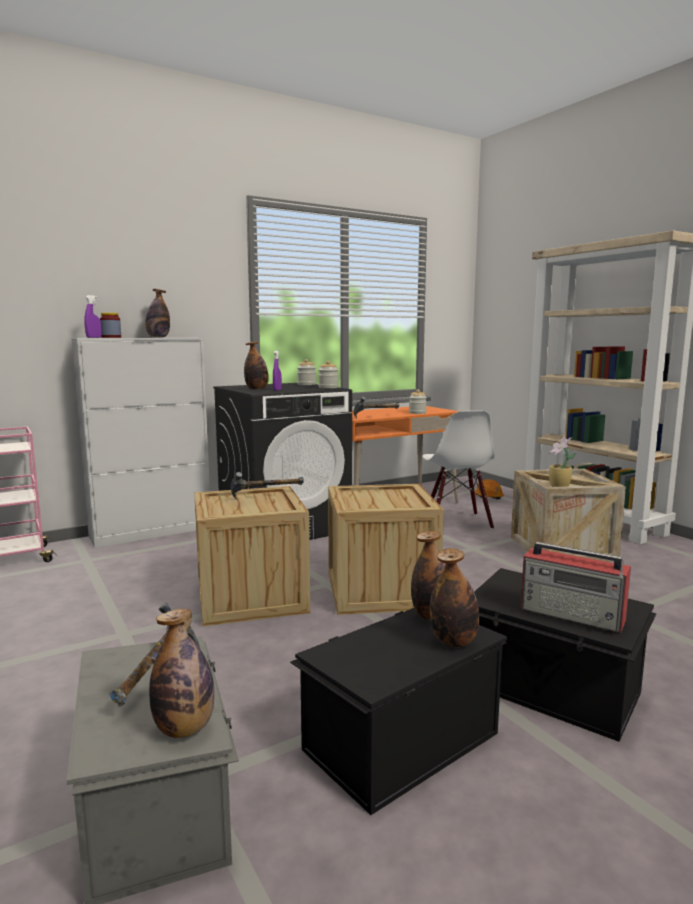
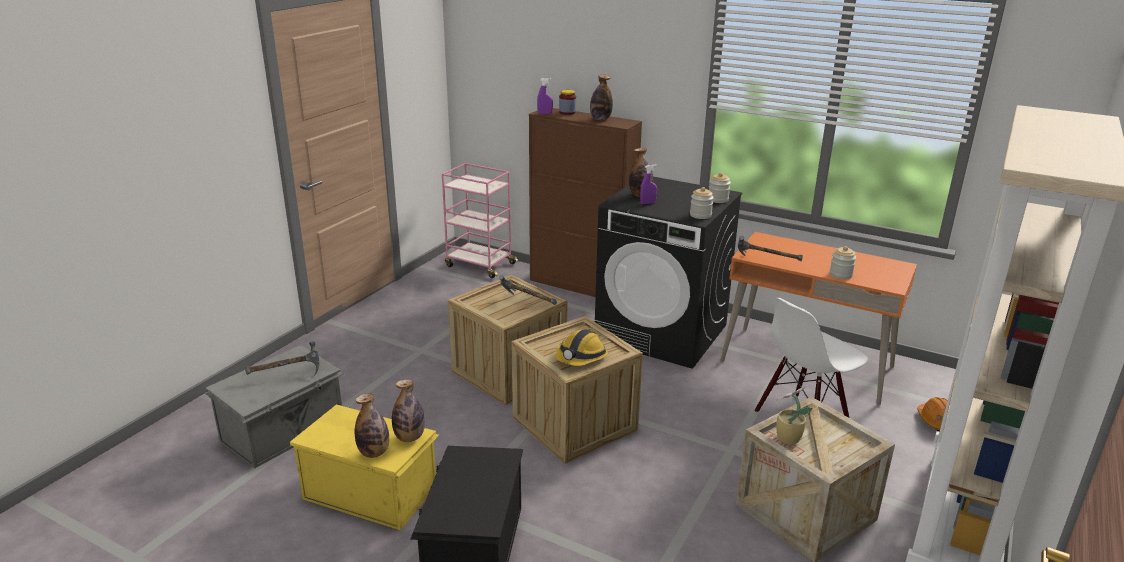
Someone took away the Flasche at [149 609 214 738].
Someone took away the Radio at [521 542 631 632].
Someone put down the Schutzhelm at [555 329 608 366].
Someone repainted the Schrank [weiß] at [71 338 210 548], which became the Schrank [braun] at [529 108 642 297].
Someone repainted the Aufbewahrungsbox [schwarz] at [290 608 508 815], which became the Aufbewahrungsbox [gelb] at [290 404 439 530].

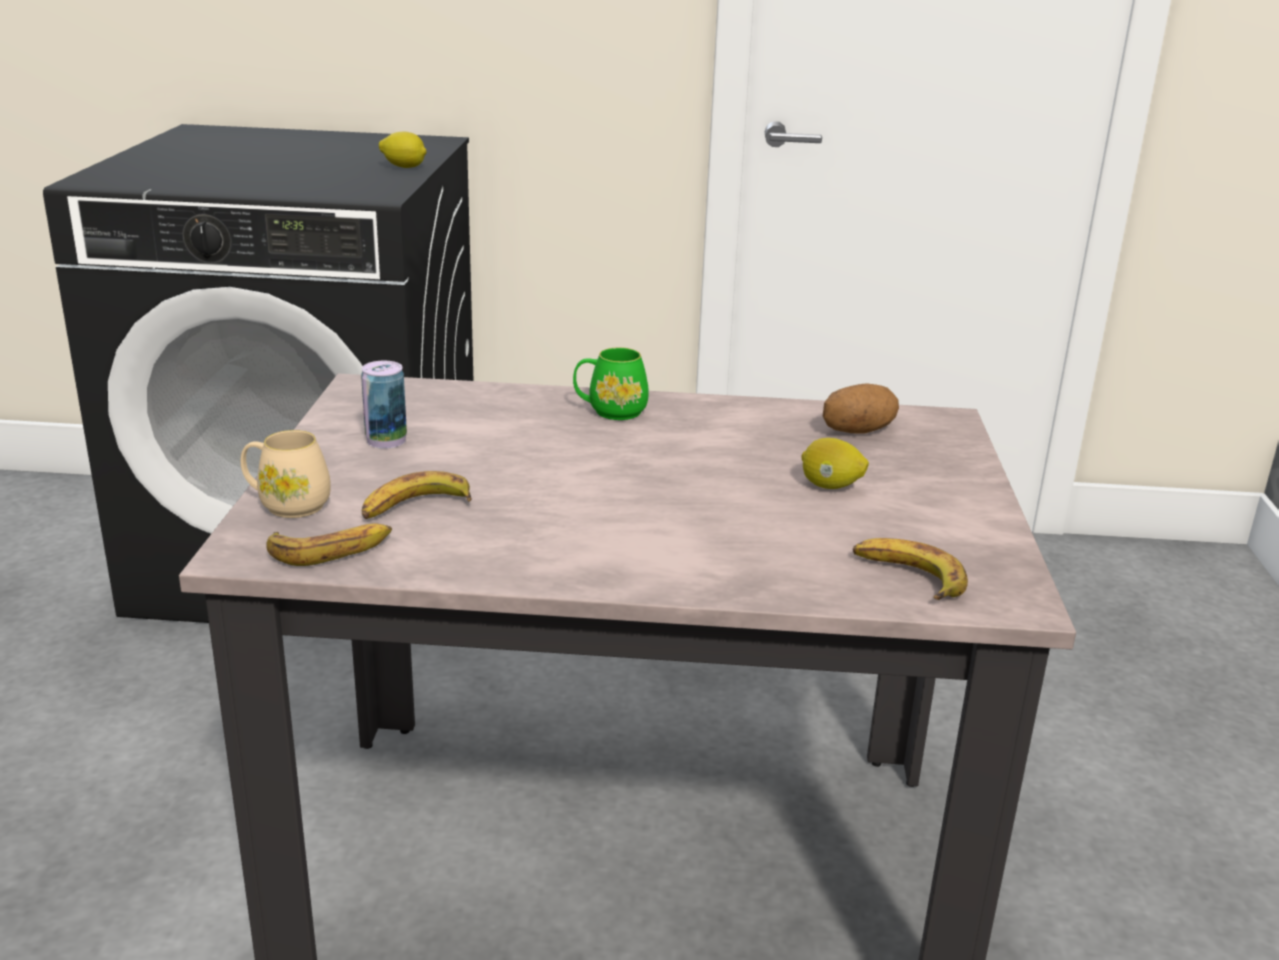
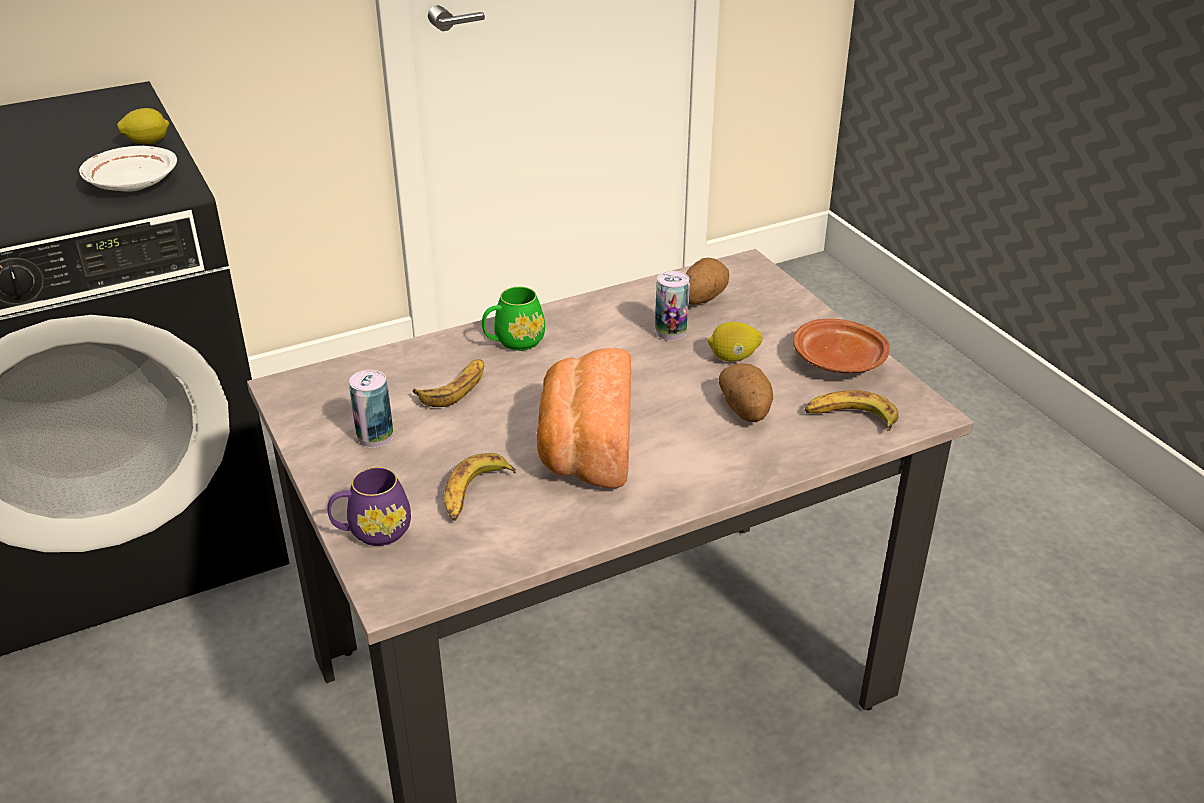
Someone put down the Teller [weiß] at [79 146 177 192].
Someone put down the Brot at [537 348 631 488].
Someone put down the Dose at [655 271 690 341].
Someone put down the Kartoffel at [719 363 773 422].
Someone put down the Teller [braun] at [793 319 890 373].
Someone carried the Banane from [266 523 392 566] to [413 359 484 407].
Someone repainted the Henkelbecher [beige] at [241 430 331 518], which became the Henkelbecher [lila] at [328 467 411 546].

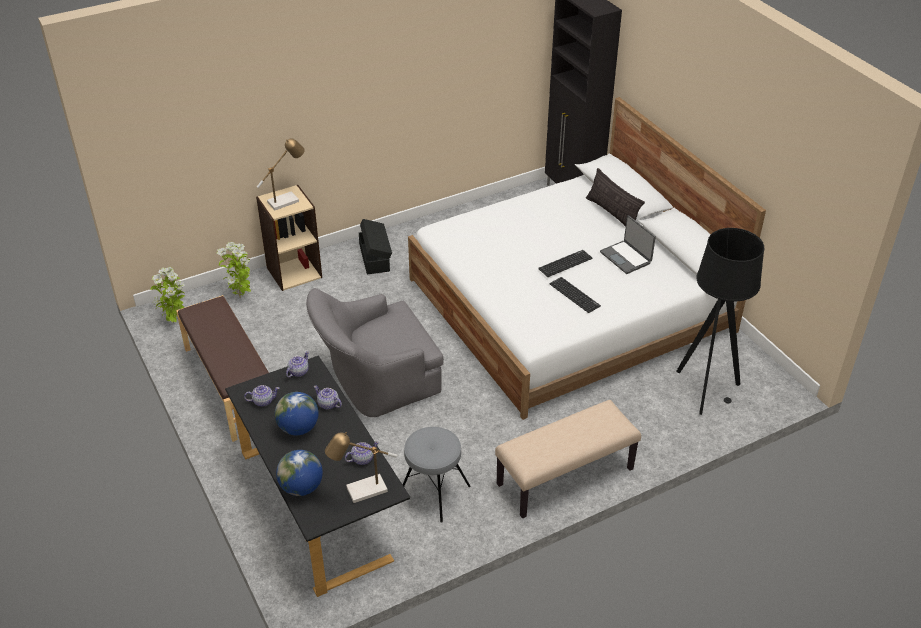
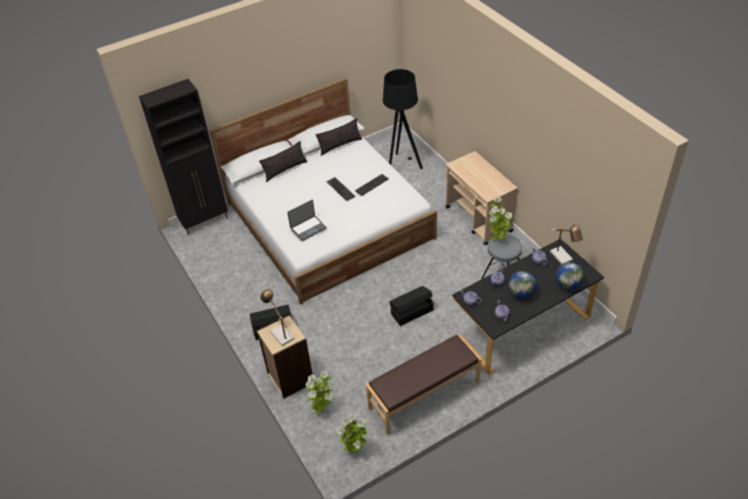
Someone put down the Kissen at [315 118 362 156].
Someone put down the Topfpflanze at [488 196 513 240].
Someone carried the Laptop from [600 215 656 274] to [287 200 327 241].
Someone swapped the Sessel [grau] at [306 288 444 417] for the Aufbewahrungsbox [schwarz] at [389 286 434 326].
Someone swapped the Bank [beige] at [495 400 641 518] for the Rollwagen [beige] at [445 151 518 245].

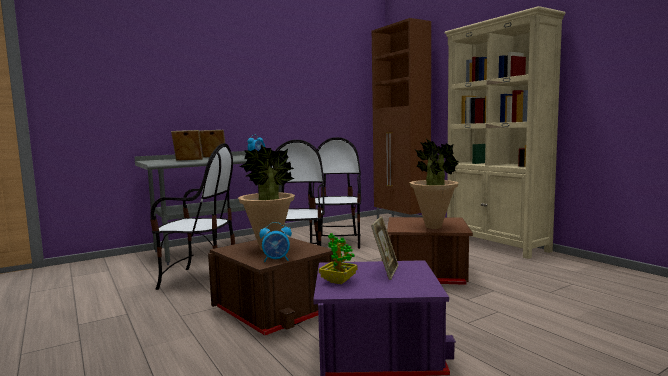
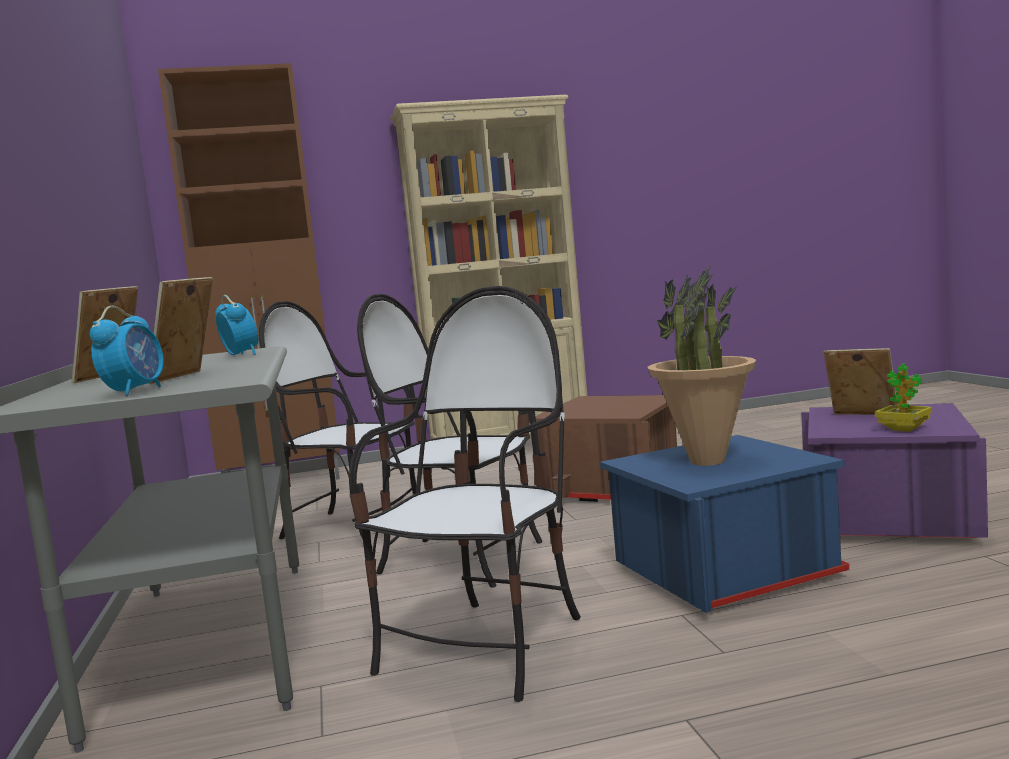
Someone took away the Topfpflanze at [410 139 459 229].
Someone carried the Wecker from [259 222 292 263] to [90 306 164 396].
Someone repainted the Aufbewahrungsbox [braun] at [208 237 335 336], which became the Aufbewahrungsbox [blau] at [600 435 850 613].

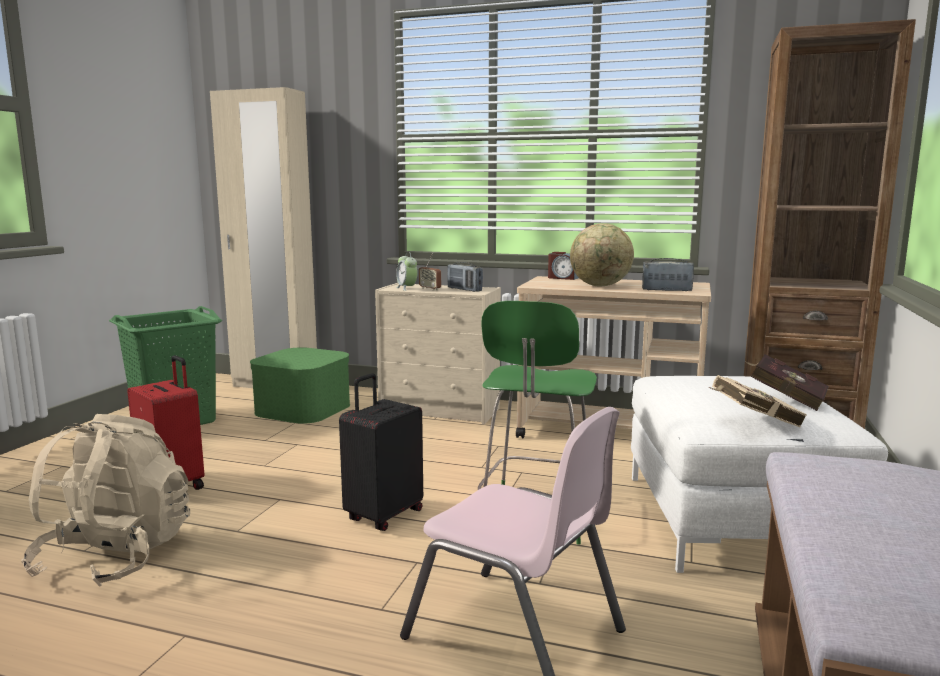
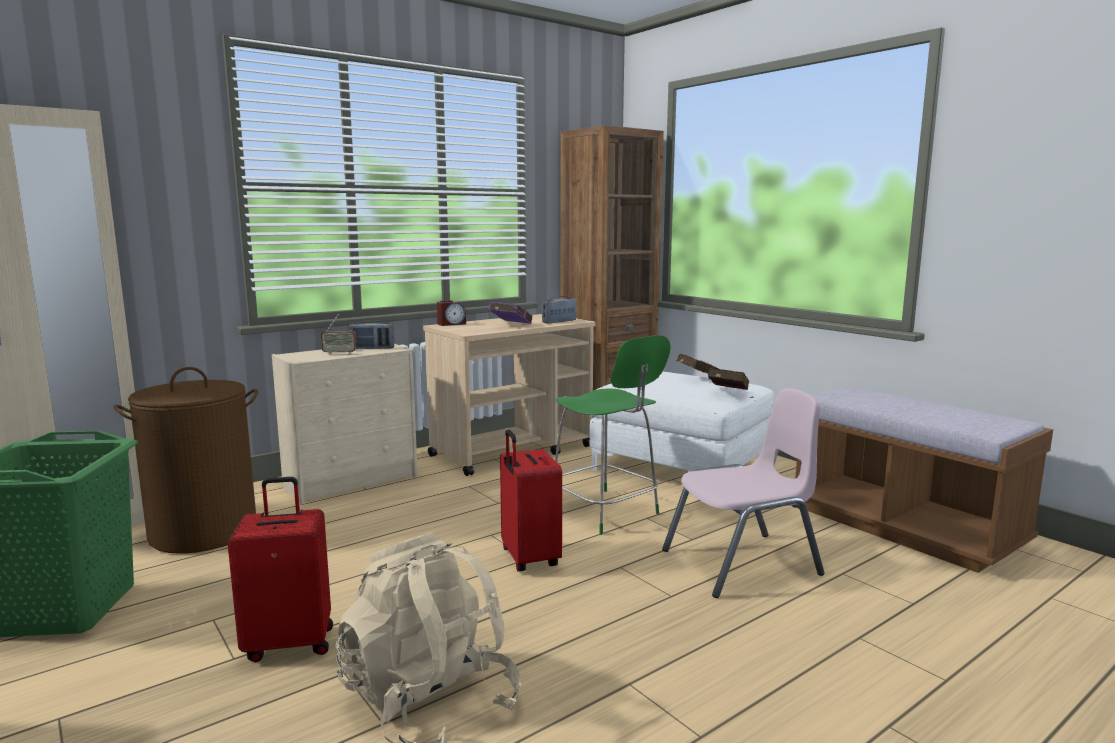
Someone took away the Wecker at [396 252 418 291].
Someone swapped the Aufbewahrungsbox [grün] at [250 347 350 424] for the Wäschekorb [braun] at [114 367 258 554].
Someone swapped the Globus at [570 223 634 286] for the Buch [lila] at [489 302 533 324].
Someone repainted the Koffer [schwarz] at [339 373 423 531], which became the Koffer [rot] at [500 429 562 572].
Someone repainted the Buch [beige] at [710 375 807 427], which became the Buch [rot] at [708 368 749 390].

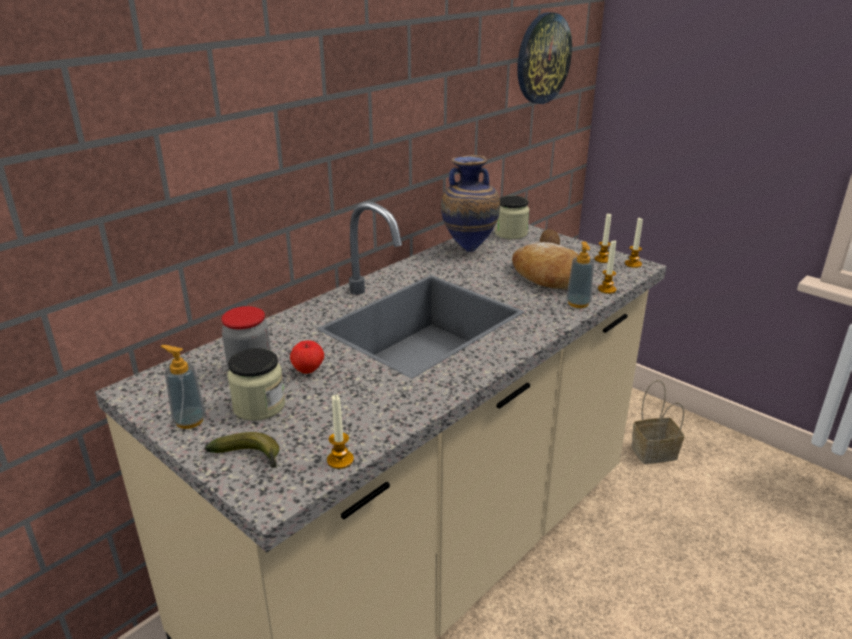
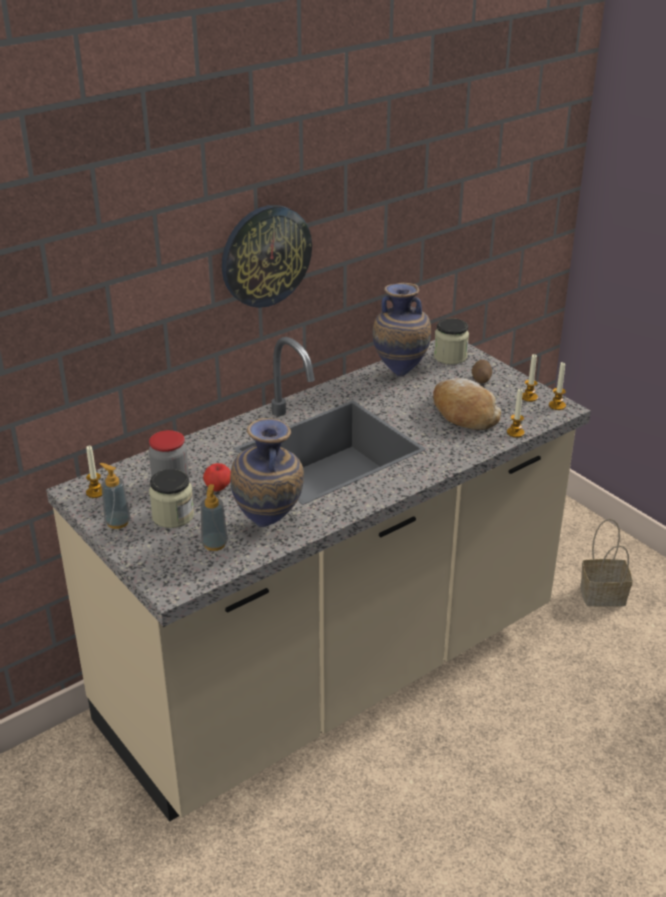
Someone took away the Banane at [205 432 279 468].
Someone put down the Vase at [230 418 304 527].
Someone carried the Kerze from [327 394 354 469] to [86 446 102 498].
Someone carried the Wanduhr from [517 12 572 104] to [222 205 312 308].
Someone carried the Seifenspender from [566 241 594 308] to [201 484 228 551].

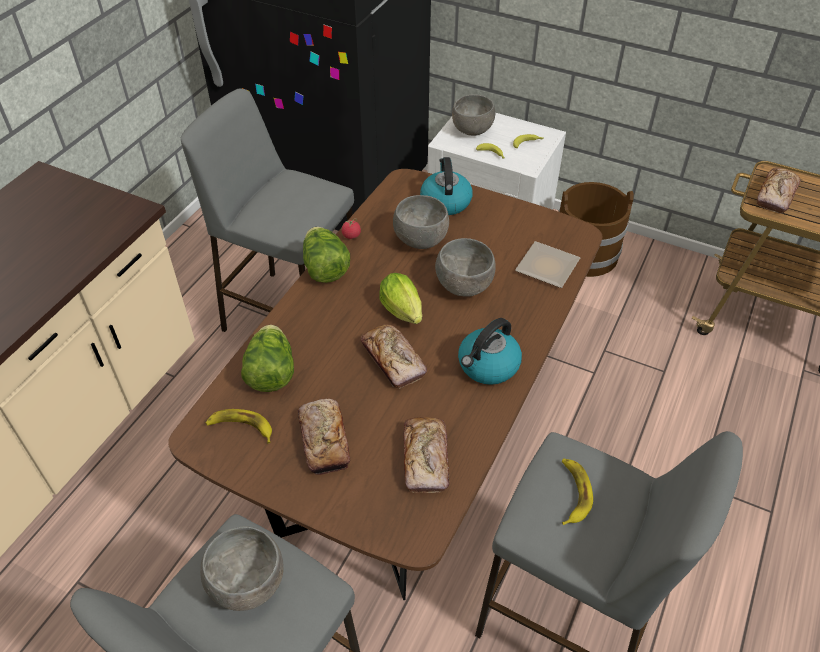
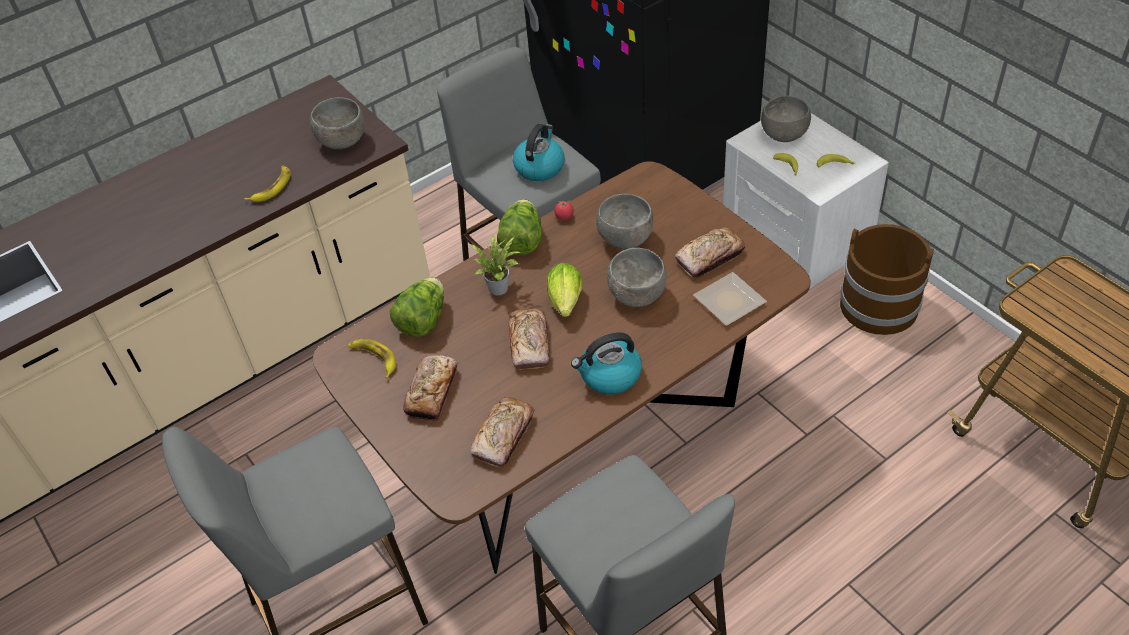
Someone put down the Topfpflanze at [470 234 520 295].
Someone carried the Schüssel [grau] from [200 526 284 611] to [310 97 365 149].
Someone carried the Wasserkessel from [420 157 473 215] to [513 124 564 181].
Someone carried the Banane from [562 459 593 525] to [244 166 291 202].
Someone carried the Brot from [757 168 801 213] to [675 227 745 278].

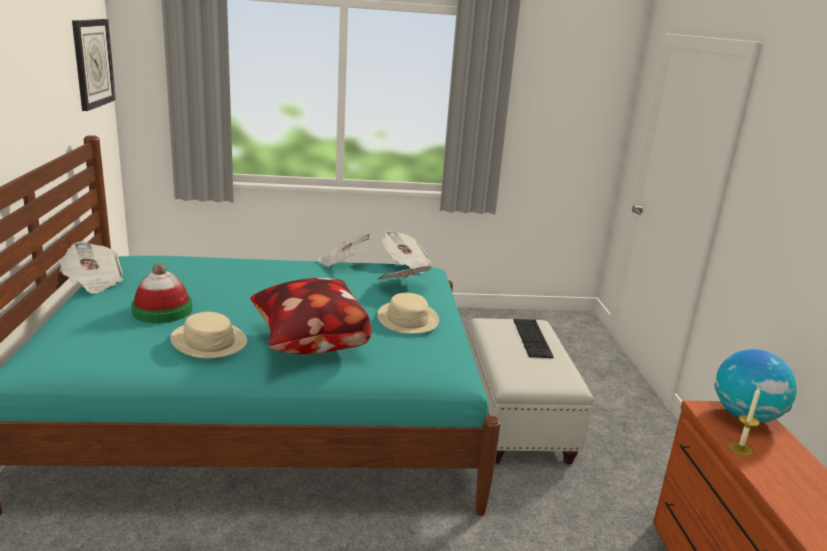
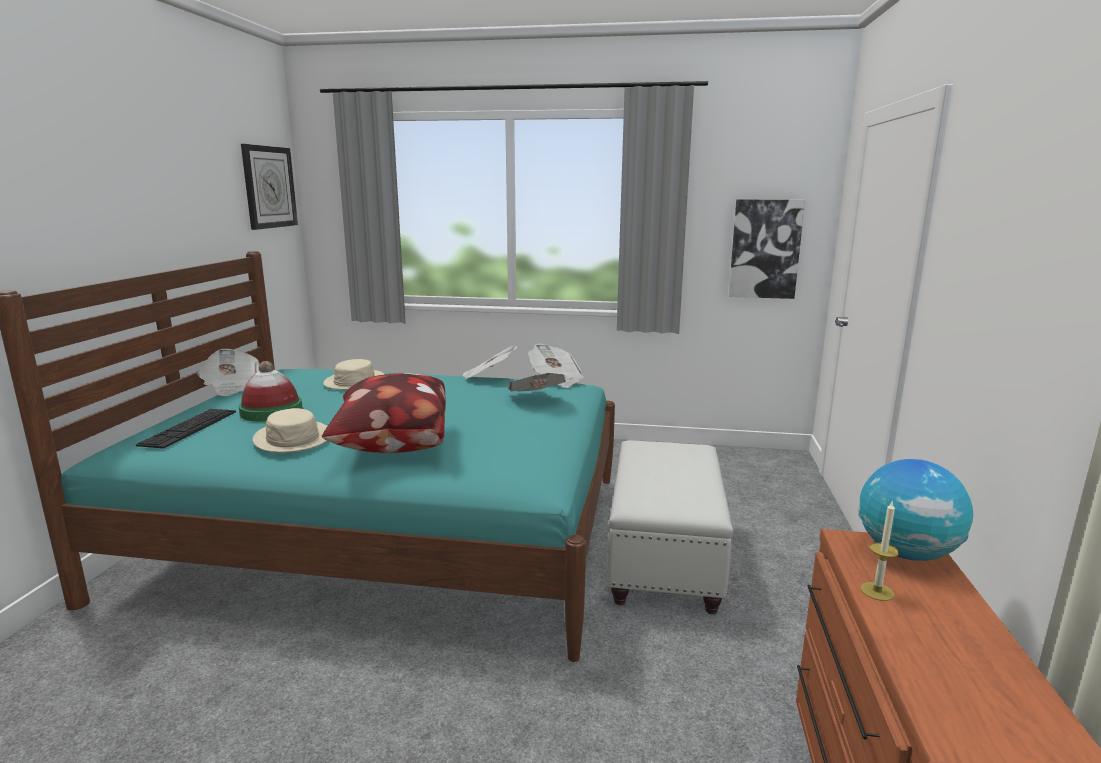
Someone put up the Bild at [729 199 805 299].
Someone carried the Hut [beige] from [377 293 439 334] to [323 359 384 390].
Someone carried the Tastatur from [513 319 554 358] to [136 409 236 449].

